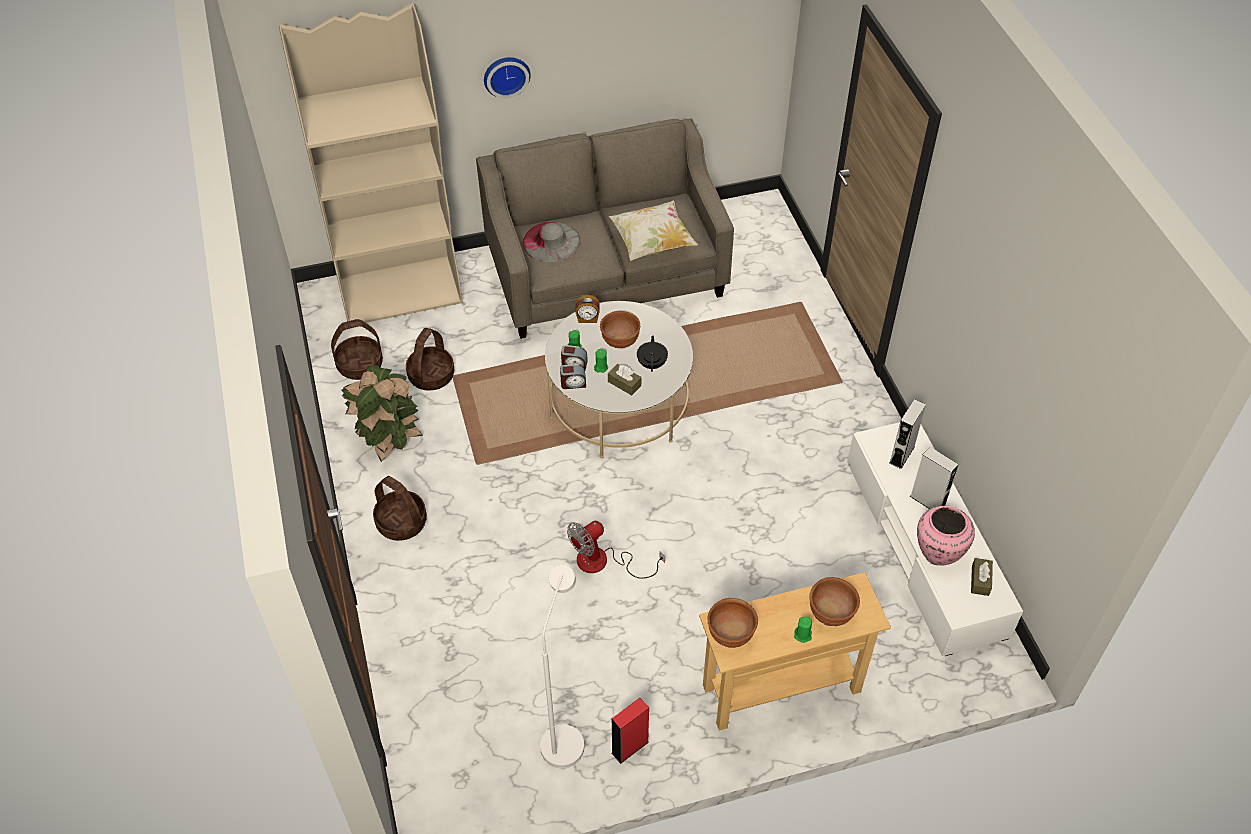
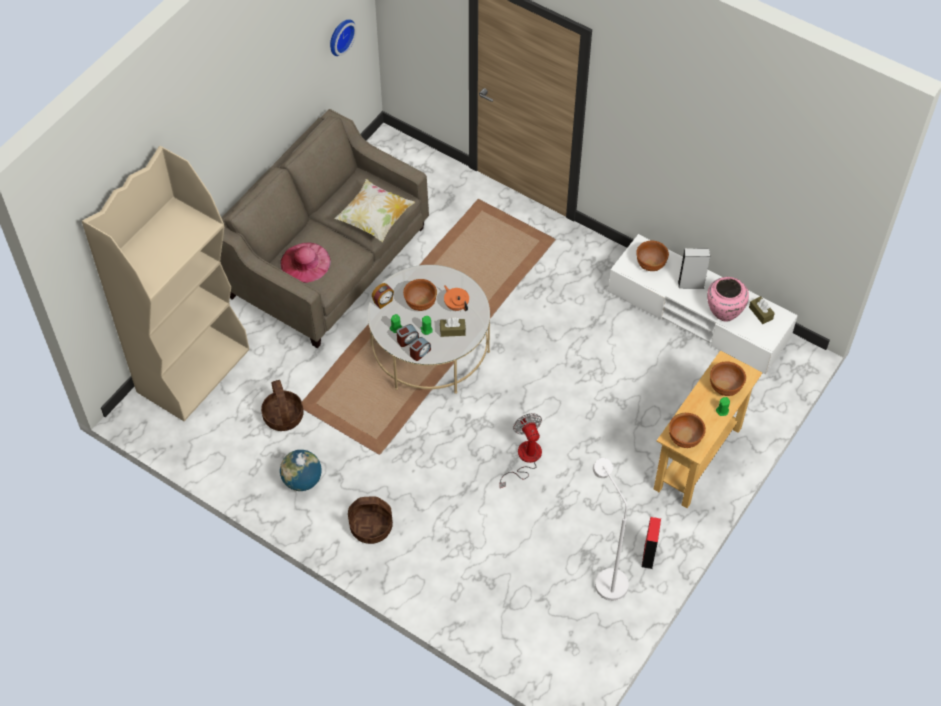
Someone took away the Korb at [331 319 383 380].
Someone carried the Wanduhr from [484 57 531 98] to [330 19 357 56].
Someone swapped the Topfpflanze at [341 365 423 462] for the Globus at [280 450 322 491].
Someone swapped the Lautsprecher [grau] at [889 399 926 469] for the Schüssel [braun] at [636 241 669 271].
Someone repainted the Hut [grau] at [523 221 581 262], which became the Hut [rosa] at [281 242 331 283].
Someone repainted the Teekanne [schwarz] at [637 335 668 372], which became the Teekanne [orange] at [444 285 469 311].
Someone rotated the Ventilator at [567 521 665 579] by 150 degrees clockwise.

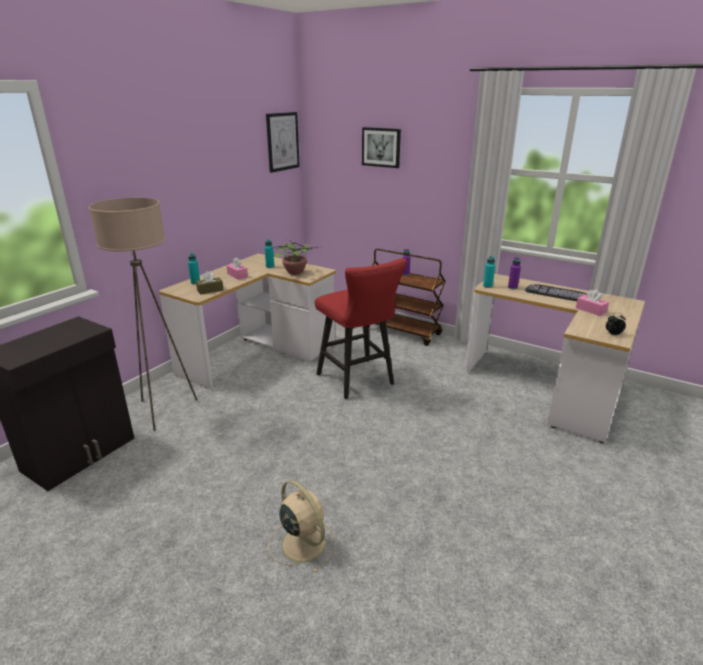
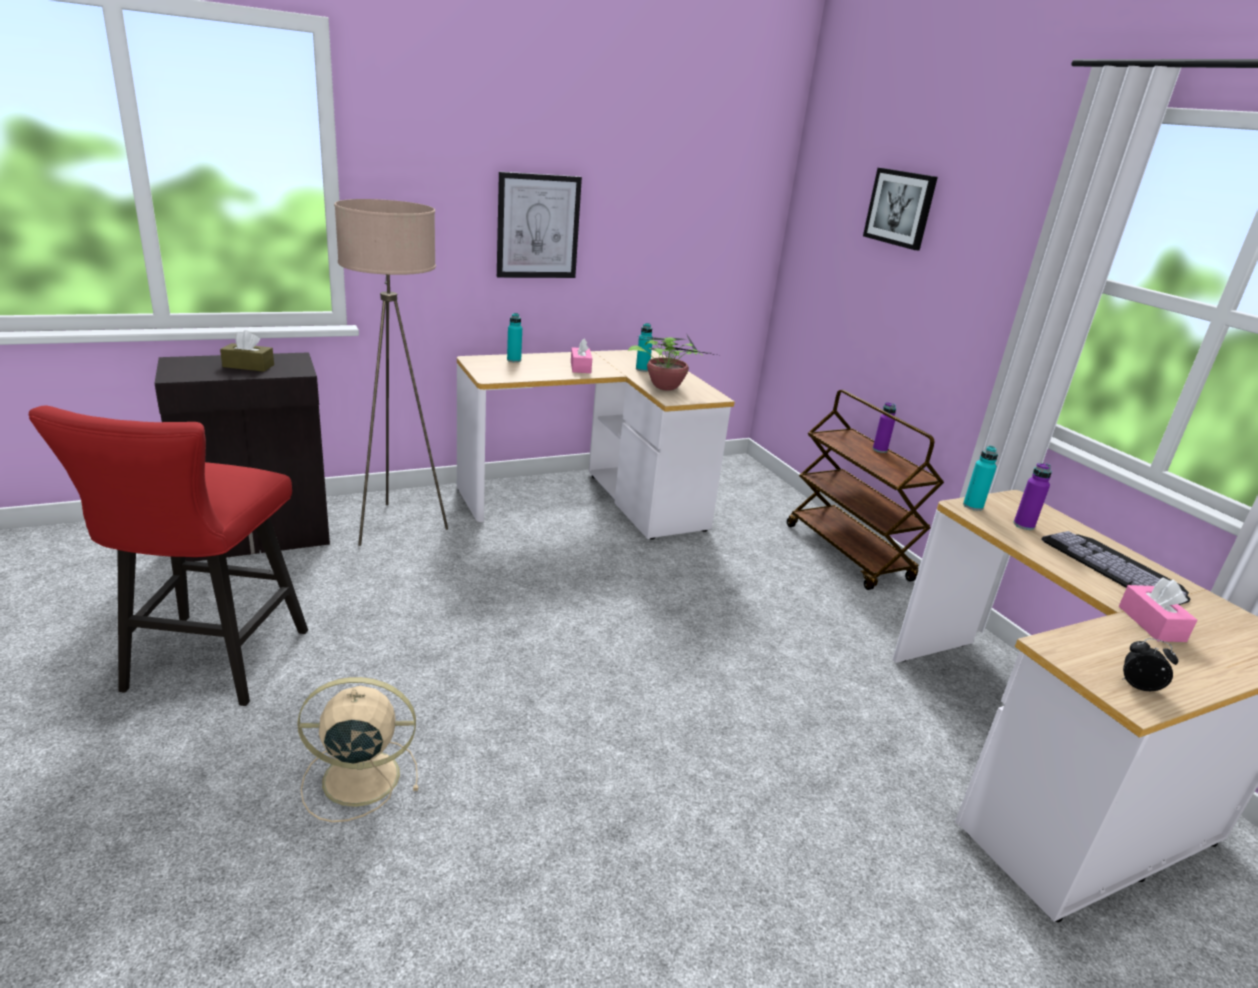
Someone carried the Taschentuchbox [braun] from [196 271 223 295] to [220 330 274 372].
Someone carried the Bild from [266 112 300 173] to [497 172 582 278].
Someone carried the Hocker [rot] from [315 258 407 399] to [29 405 308 706].
Someone rotated the Ventilator [beige] at [268 480 336 573] by 90 degrees counterclockwise.

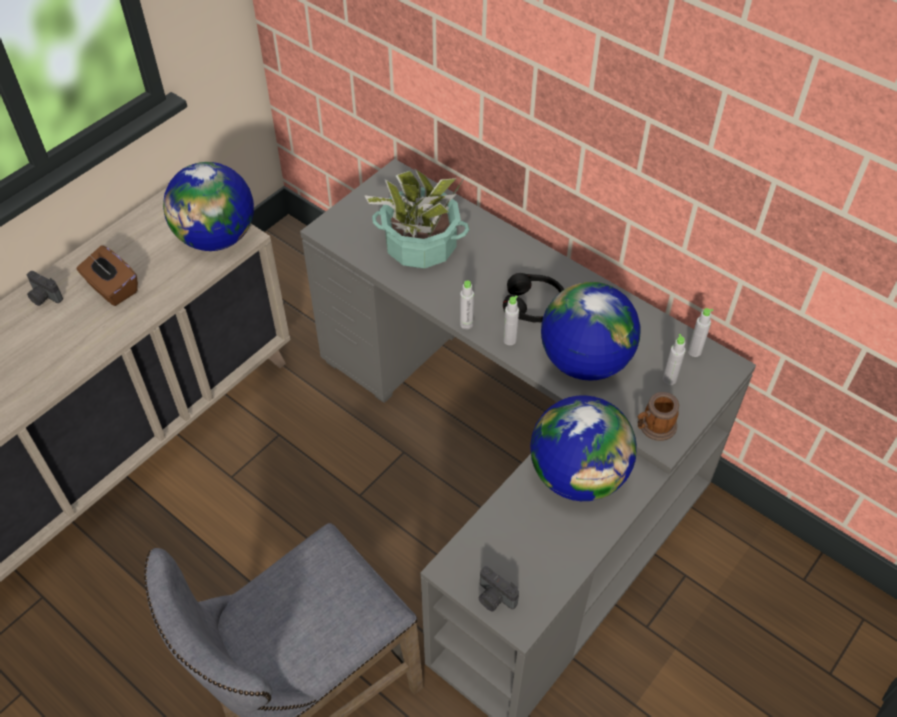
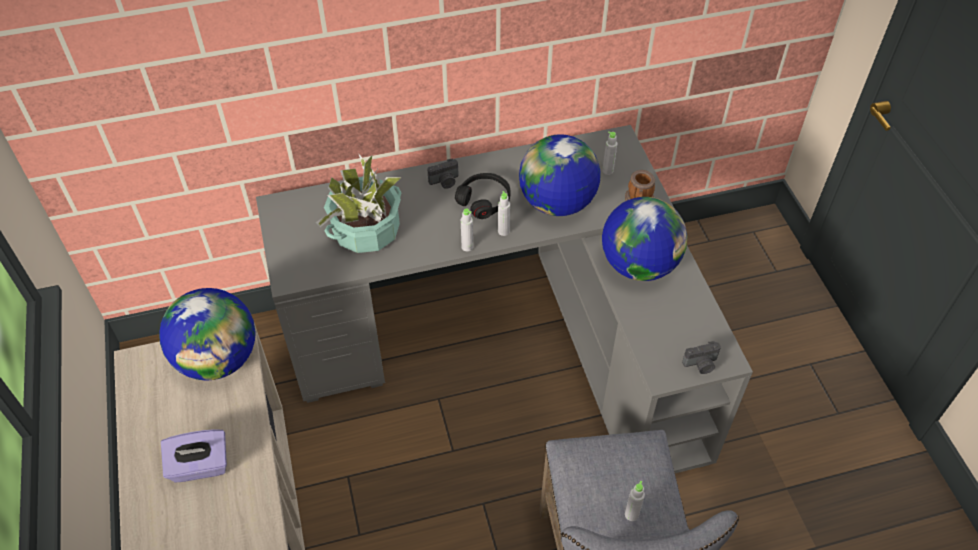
Someone carried the Kamera from [27 271 63 306] to [427 158 459 189].
Someone carried the Flasche [grau] from [688 308 713 357] to [625 481 645 521].
Someone repainted the Taschentuchbox [braun] at [77 245 138 306], which became the Taschentuchbox [lila] at [161 429 227 482].

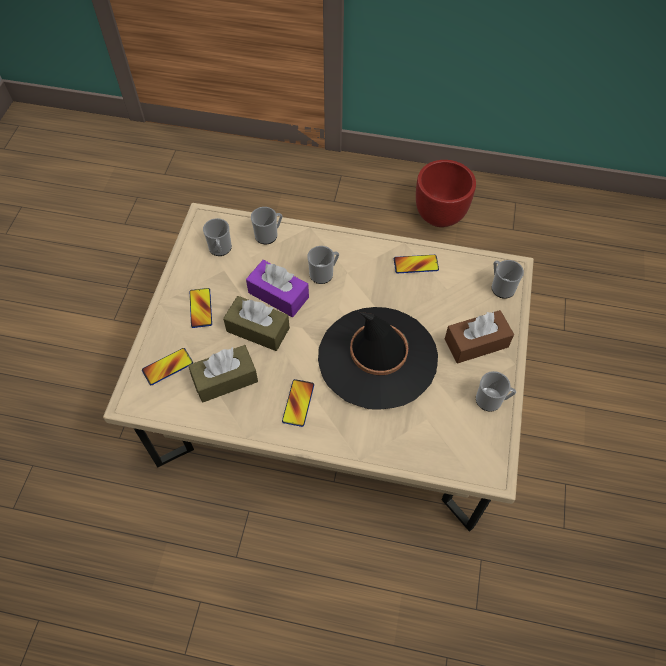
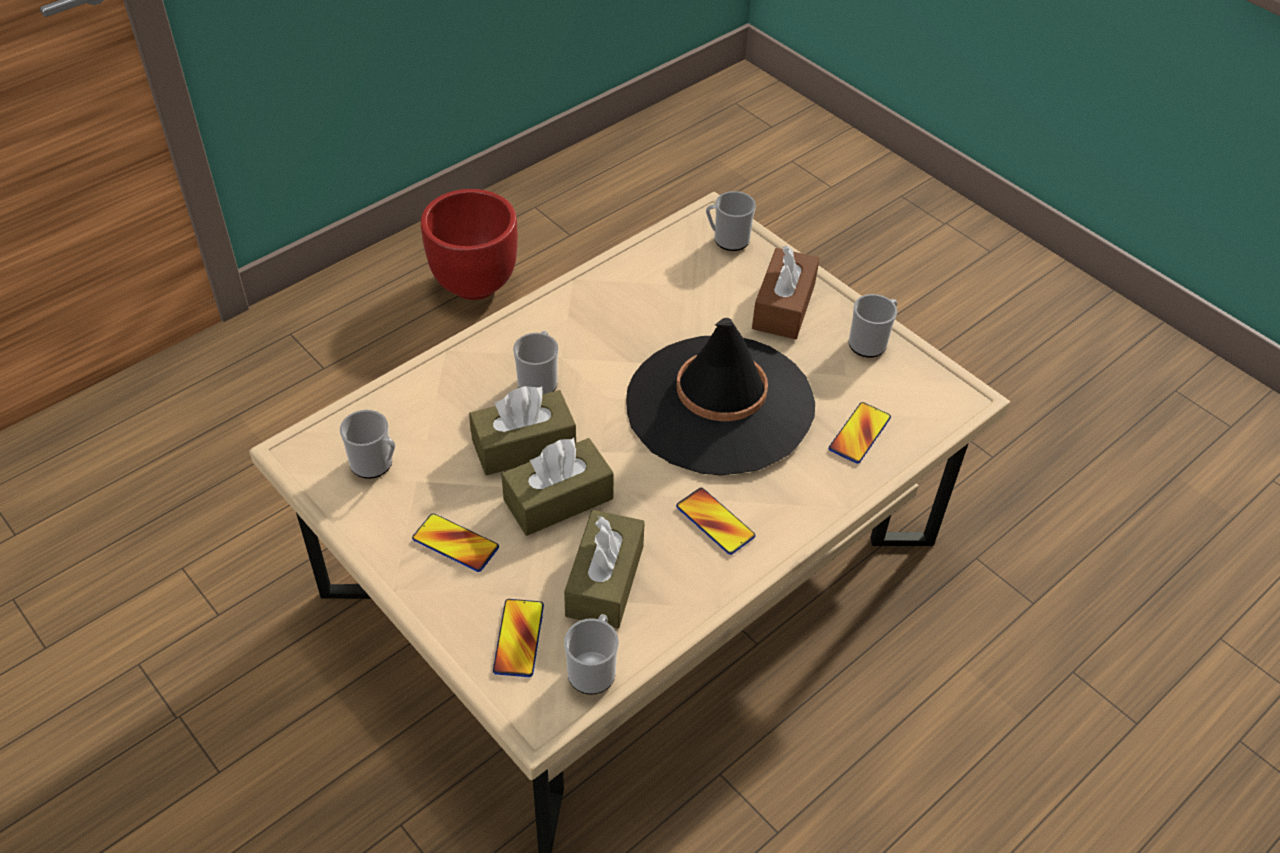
Someone carried the Henkelbecher from [251 207 282 244] to [564 614 619 695].
Someone carried the Handy from [394 255 439 273] to [829 402 891 464].
Someone repainted the Taschentuchbox [lila] at [246 260 309 317], which became the Taschentuchbox [braun] at [469 386 576 475].

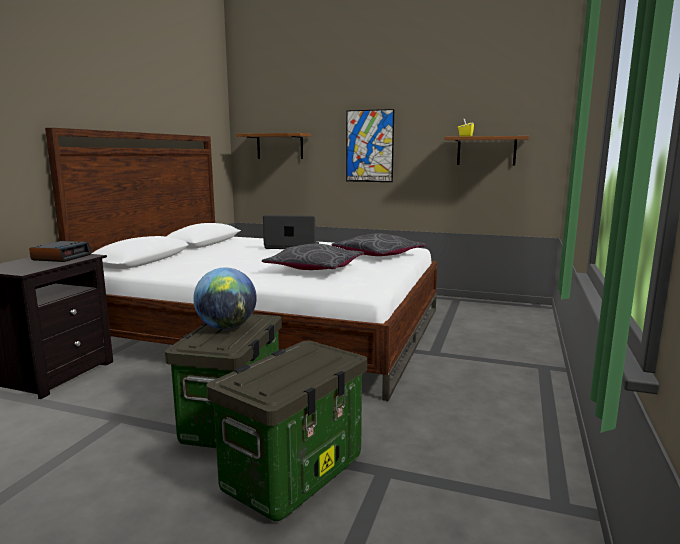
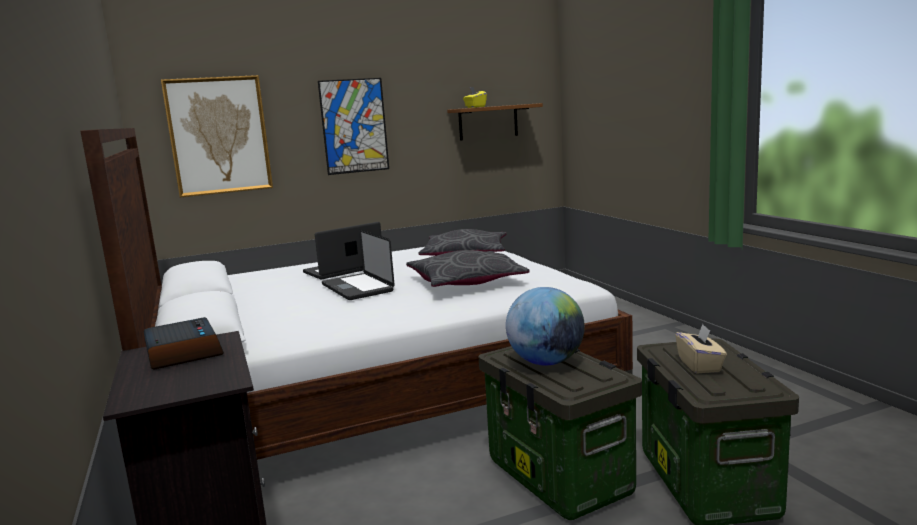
Someone put down the Laptop at [322 229 395 300].
Someone put down the Taschentuchbox [beige] at [676 324 727 374].
Someone swapped the Wandregal [braun] at [236 133 311 159] for the Bild at [161 75 273 197].

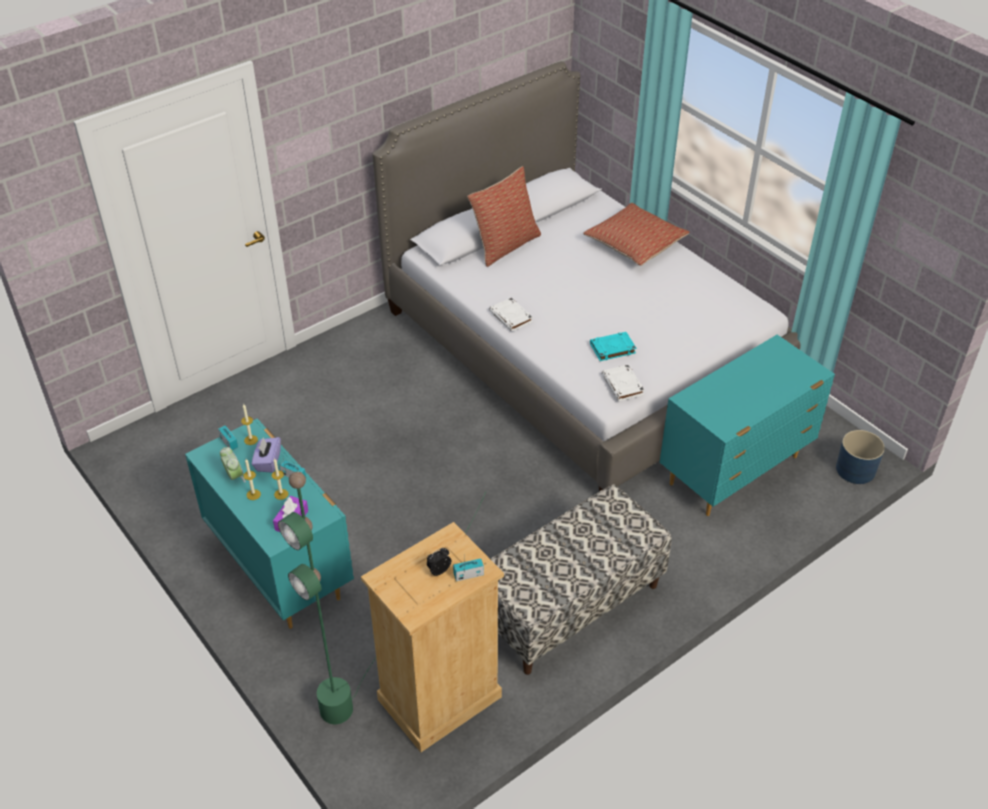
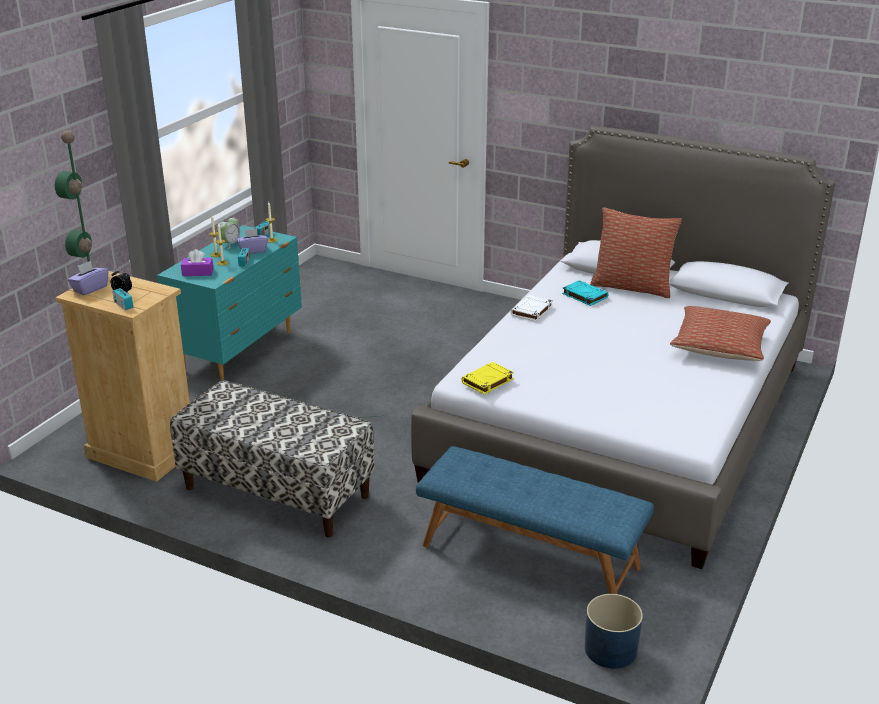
Someone put down the Taschentuchbox [lila] at [68 261 109 295].
Someone carried the Buch [türkis] from [590 332 636 361] to [562 280 608 306].
Someone swapped the Kommode [türkis] at [660 335 835 516] for the Bank [blau] at [416 446 654 594].
Someone repainted the Buch [weiß] at [602 365 644 401], which became the Buch [gelb] at [461 362 514 394].

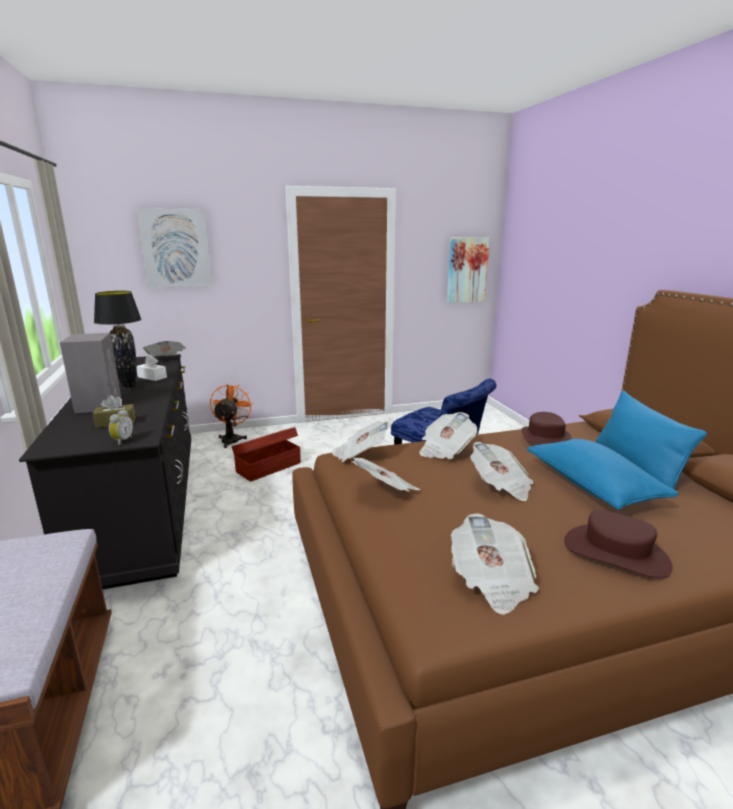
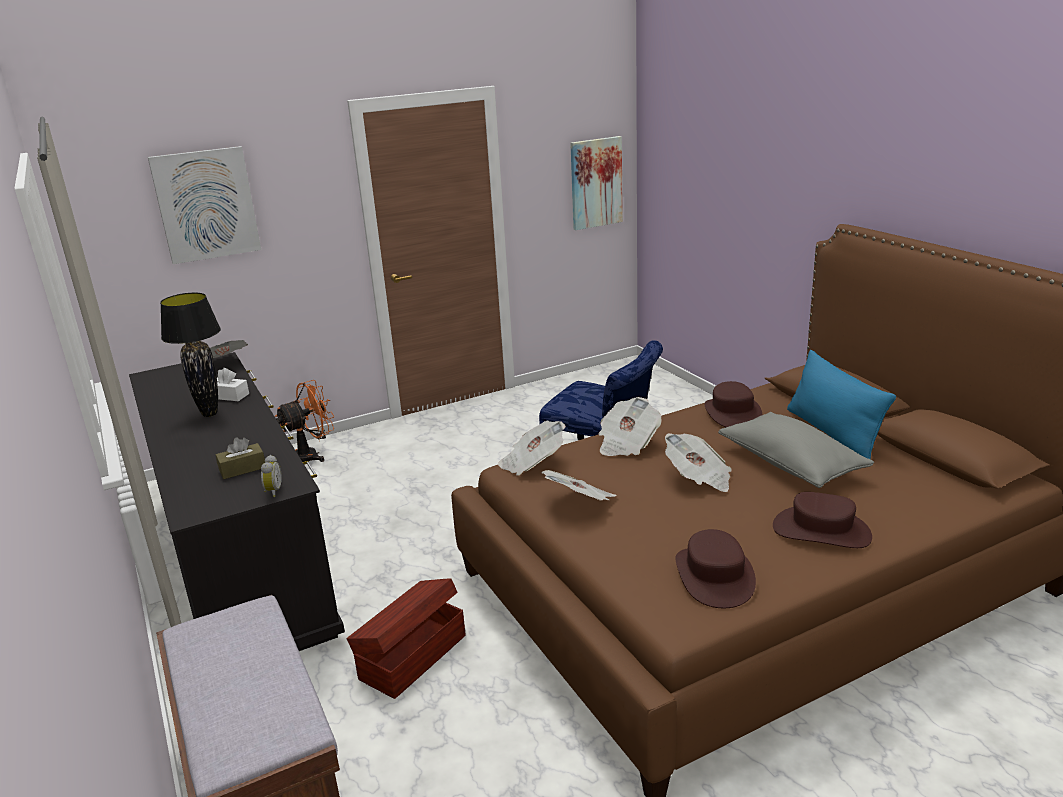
Someone took away the Lautsprecher [grau] at [60 333 121 413].
Someone carried the Aufbewahrungsbox [braun] from [232 427 301 482] to [347 578 465 699].
Someone swapped the Zeitung at [451 513 539 615] for the Hut [braun] at [675 529 756 608].
Someone repainted the Kissen [blau] at [527 439 679 510], which became the Kissen [grau] at [718 412 874 488].
Someone rotated the Ventilator [orange] at [210 383 253 448] by 60 degrees clockwise.

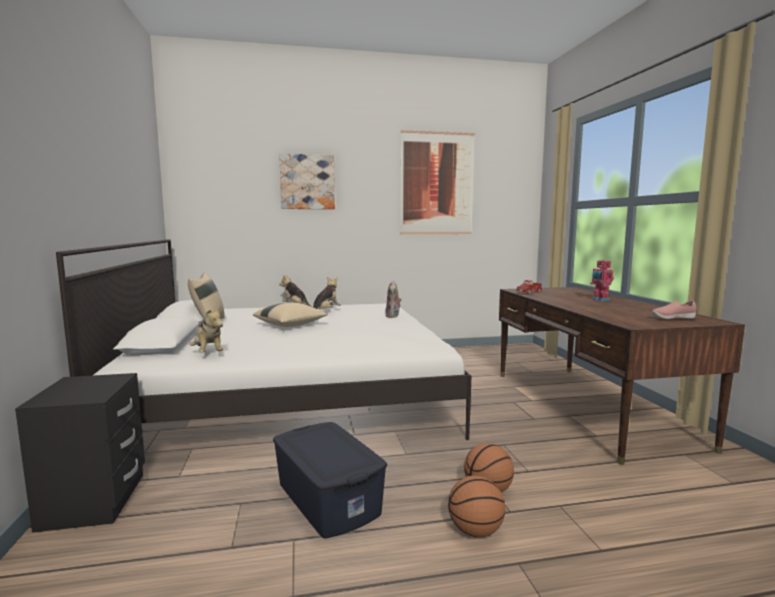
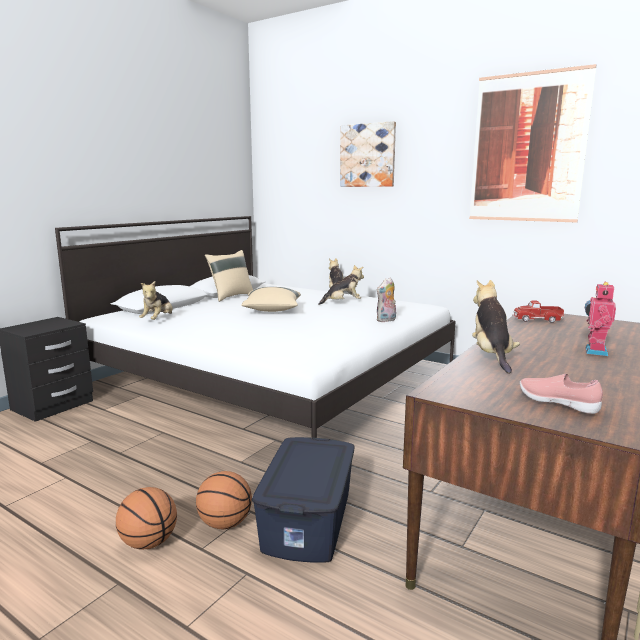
Someone put down the Plüschtier at [472 280 520 373].
Someone carried the Aufbewahrungsbox [blau] from [273 422 387 538] to [252 437 355 563].

